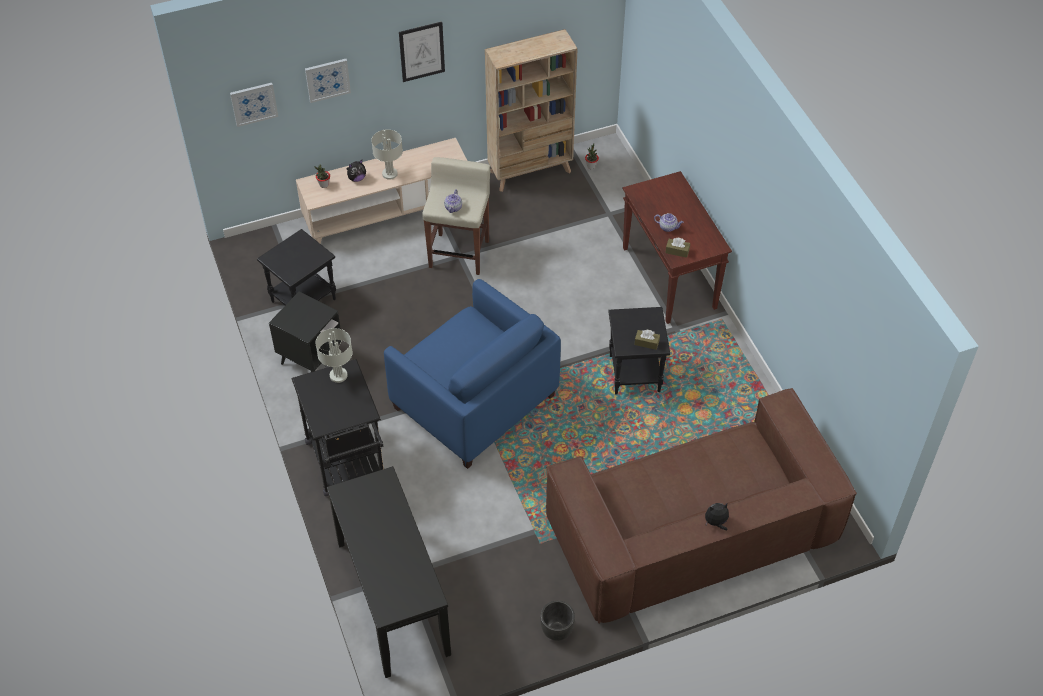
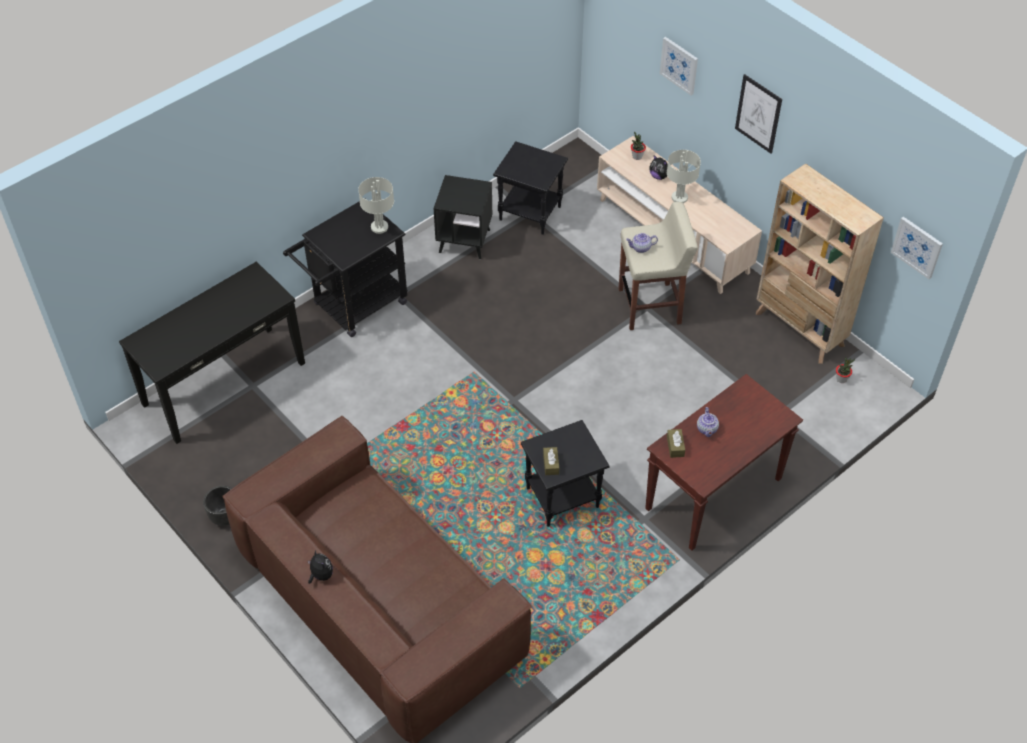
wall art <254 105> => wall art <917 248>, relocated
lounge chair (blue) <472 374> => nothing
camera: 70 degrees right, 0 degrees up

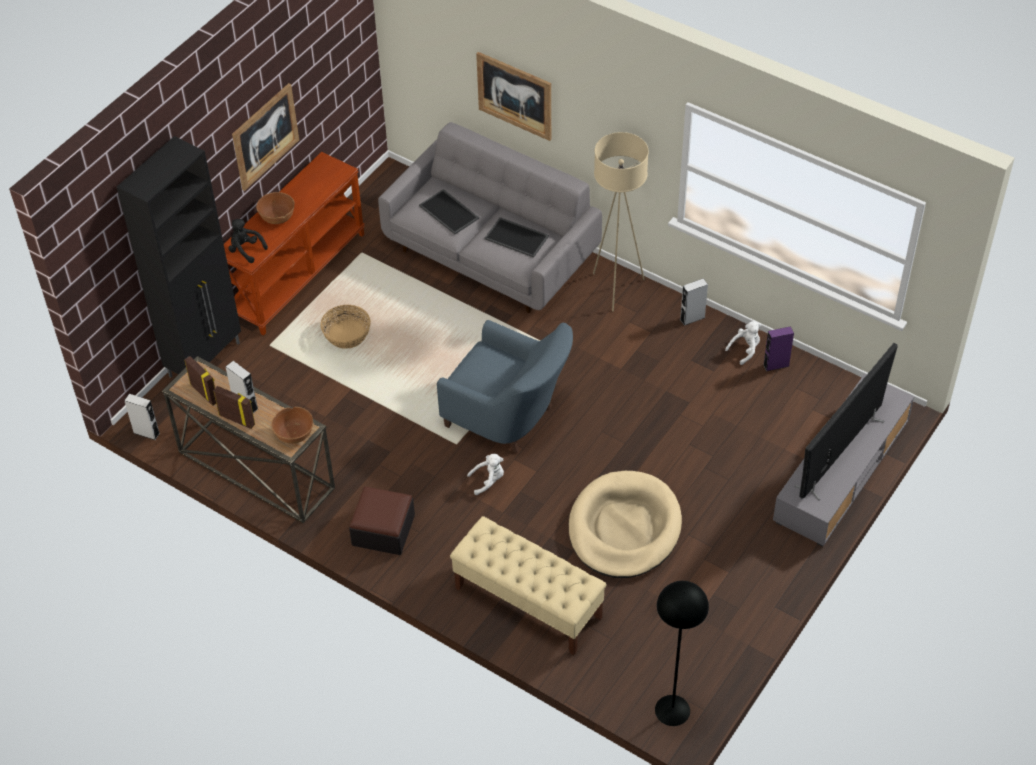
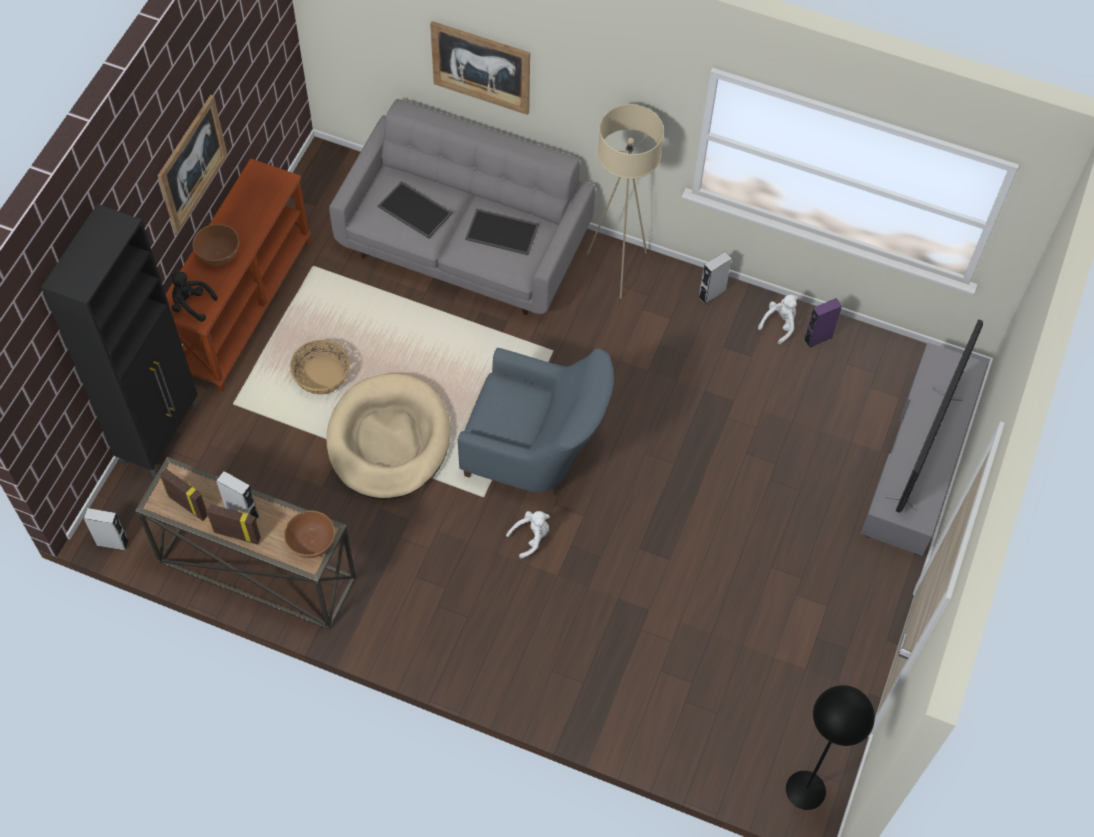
dog cushion (beige) <625 524> => dog cushion (beige) <388 436>, relocated
ottoman <382 520> => nothing
bench (beige) <528 585> => nothing
camera: 15 degrees left, 10 degrees up

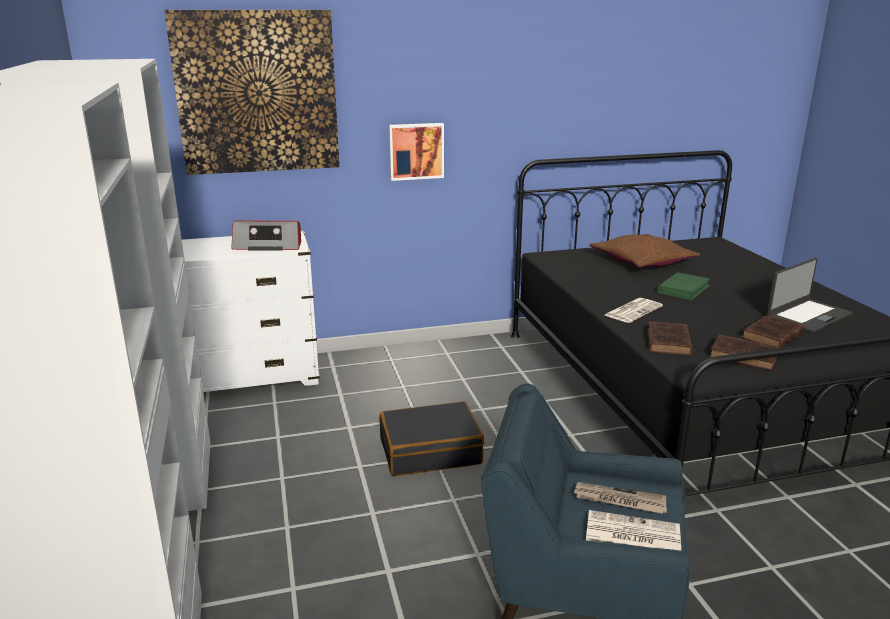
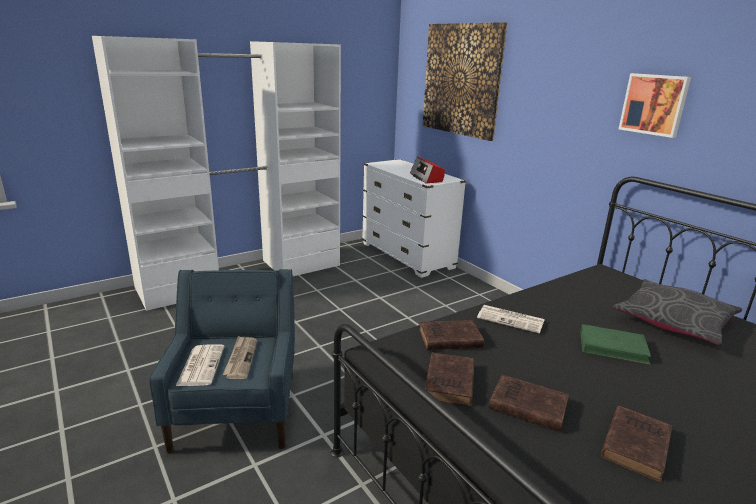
portable computer <810 295> => book (brown) <636 444>
throw pillow (brown) <644 251> => throw pillow (gray) <677 312>
wall art <416 152> => wall art <655 105>, relocated
travel case (blackish) <431 438> => nothing
camera: 70 degrees right, 0 degrees up

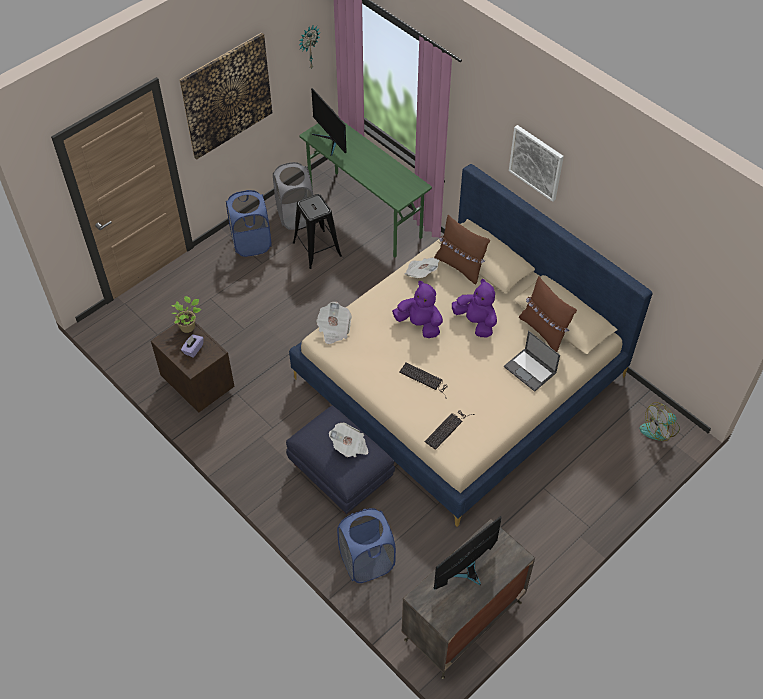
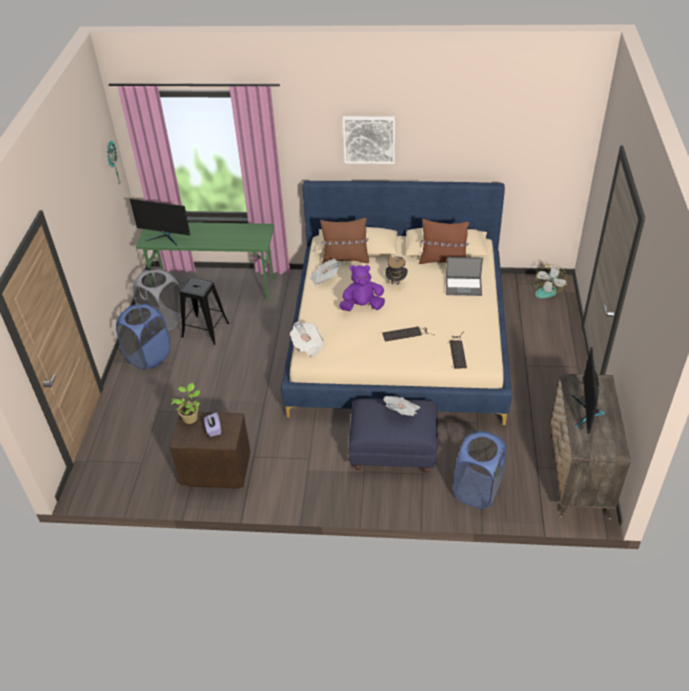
soft toy (purple) <474 308> => hat <396 270>
wall art <225 96> => nothing
camera: 40 degrees left, 10 degrees down

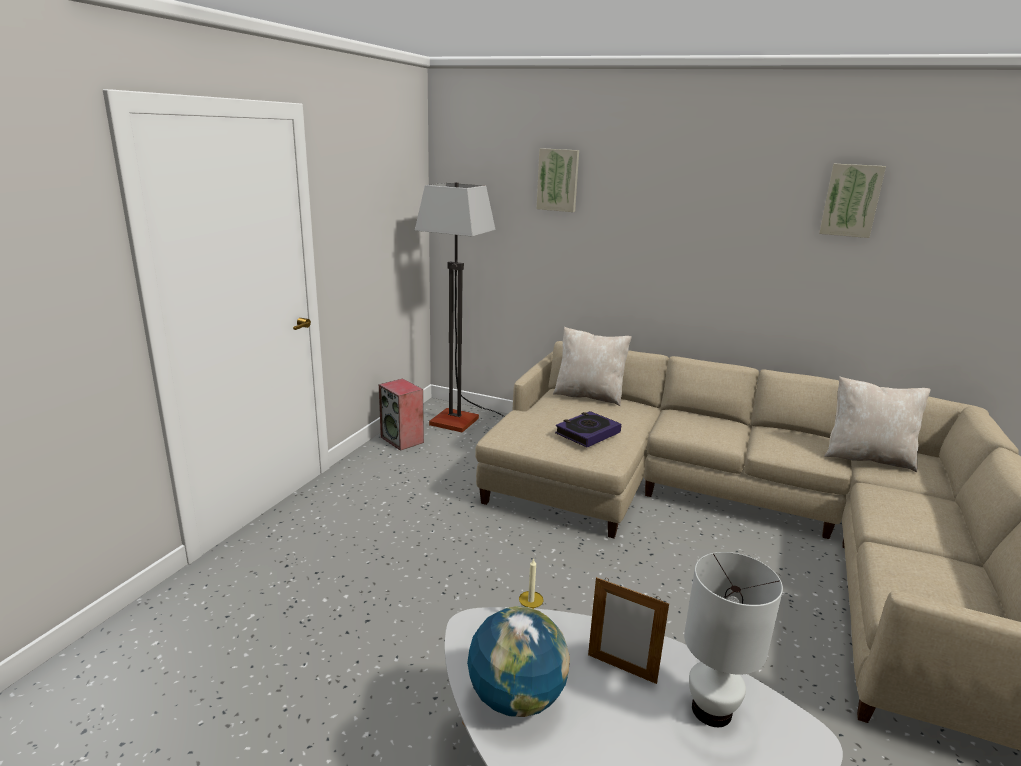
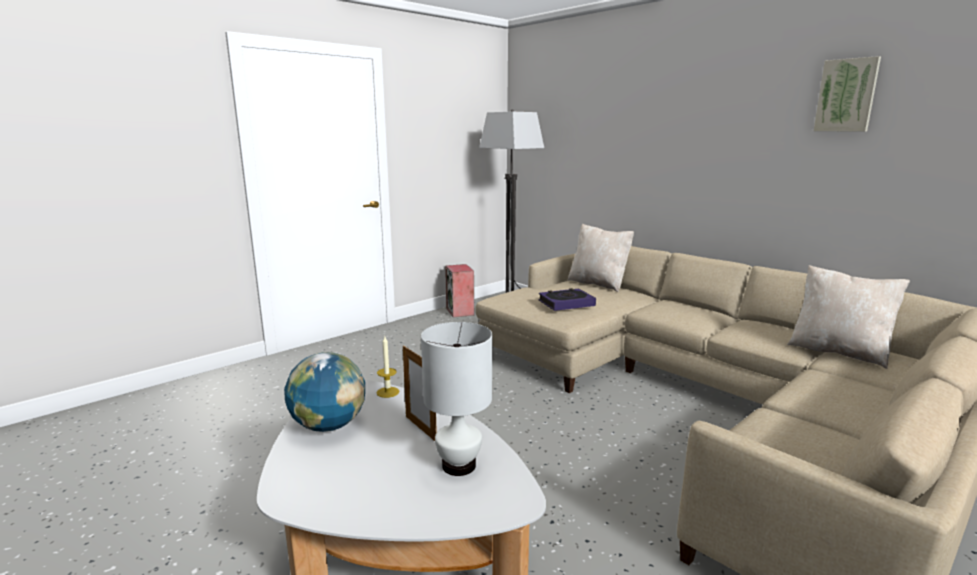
wall art <557 180> => nothing
camera: 25 degrees right, 5 degrees down

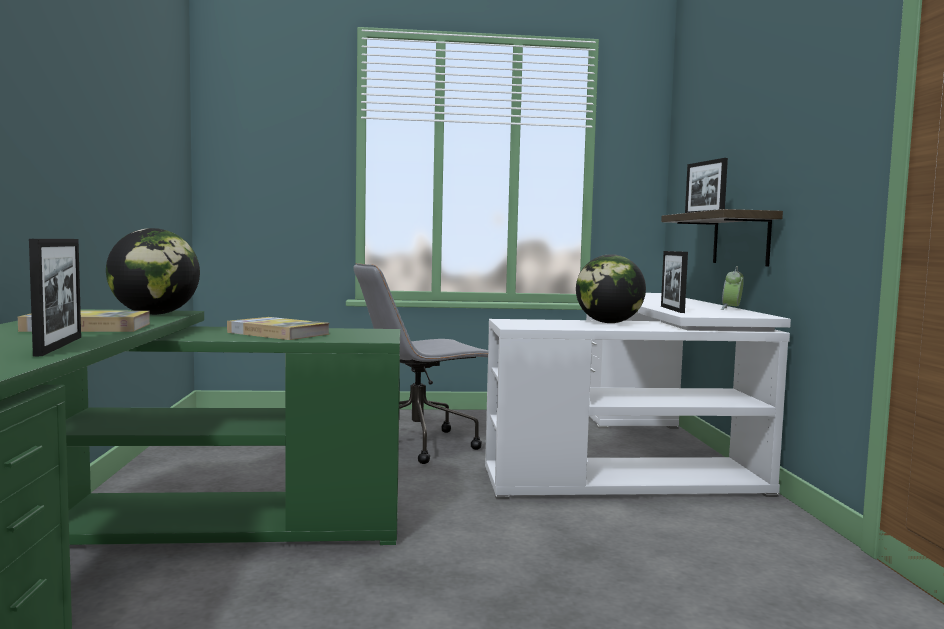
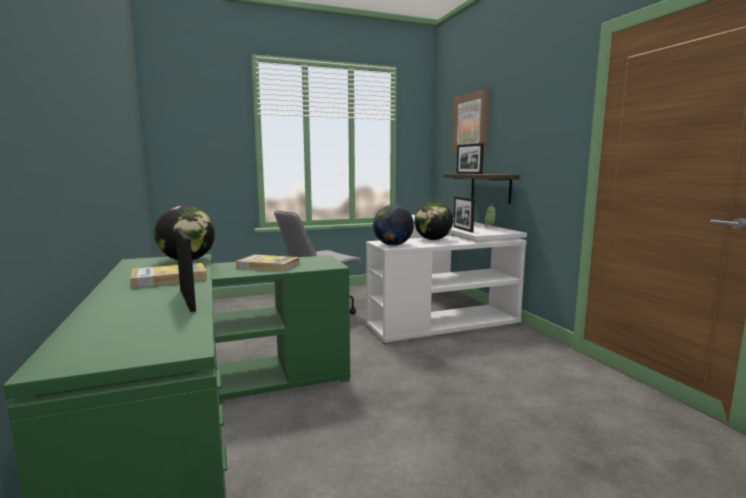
nothing => world globe <393 225>
nothing => wall art <471 121>
camera: 15 degrees left, 5 degrees up

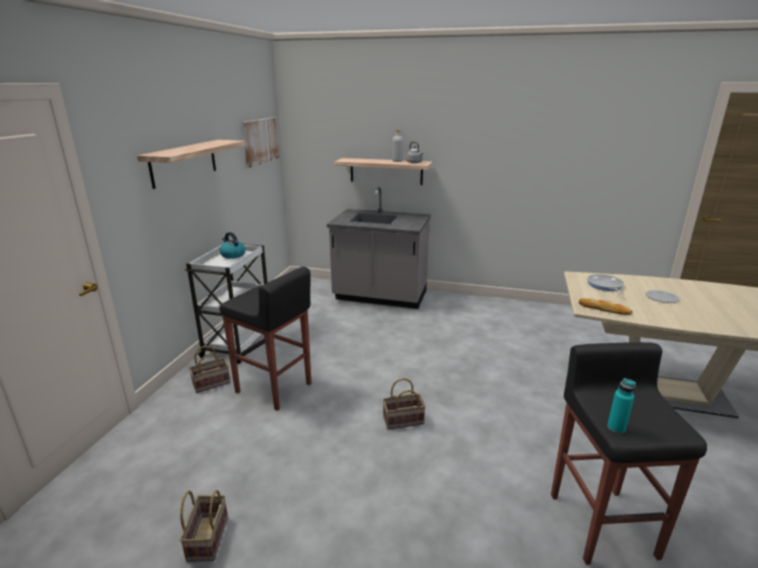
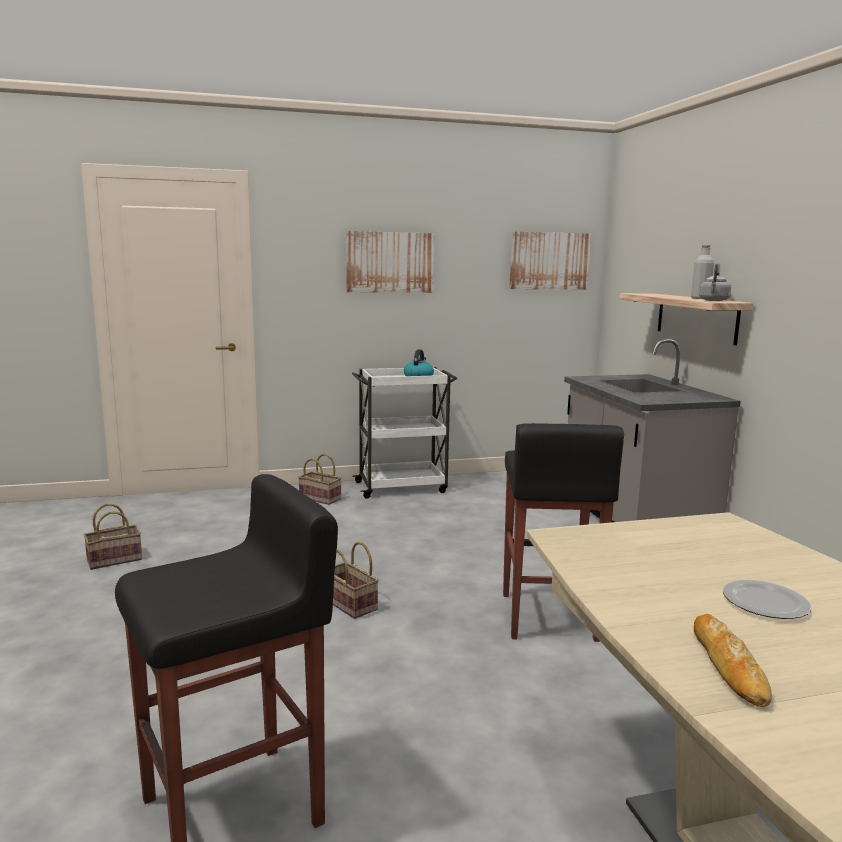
bracket shelf <191 164> => wall art <390 262>
sitting stool (blackish) <265 339> => sitting stool (blackish) <563 532>, relocated
bakery bread <606 306> => bakery bread <733 660>, relocated
pan <605 284> => nothing
bottle (turquoise) <621 406> => nothing
camera: 60 degrees right, 10 degrees down

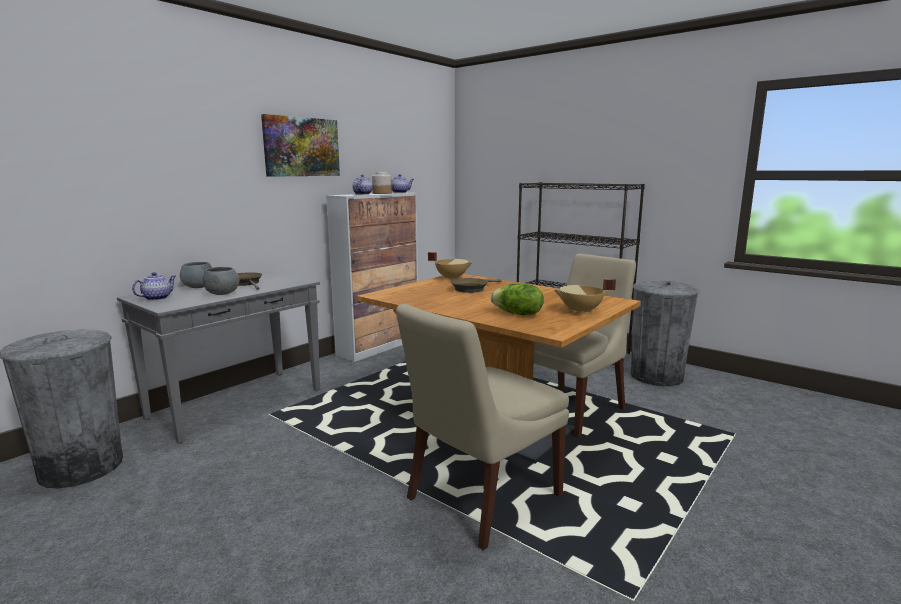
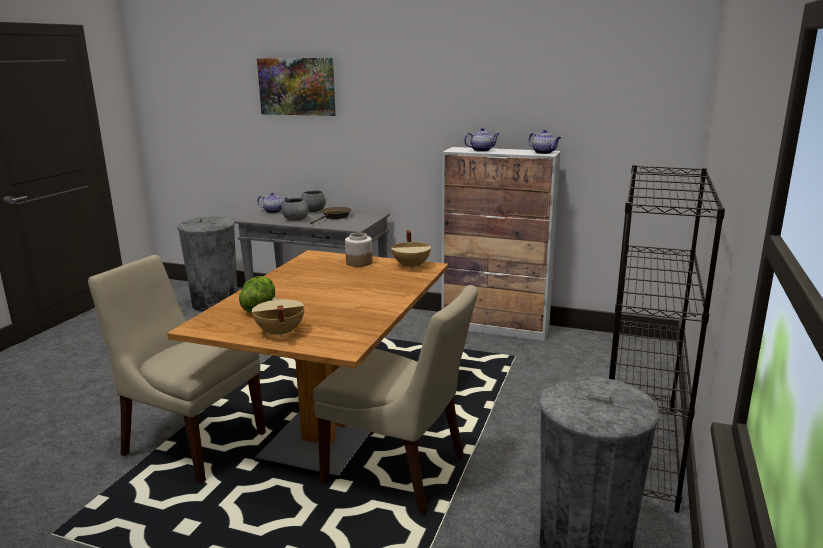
wall art <300 145> => wall art <296 87>, relocated
jar <382 183> => jar <359 250>, relocated
pan (brown) <476 285> => nothing
camera: 70 degrees right, 5 degrees up

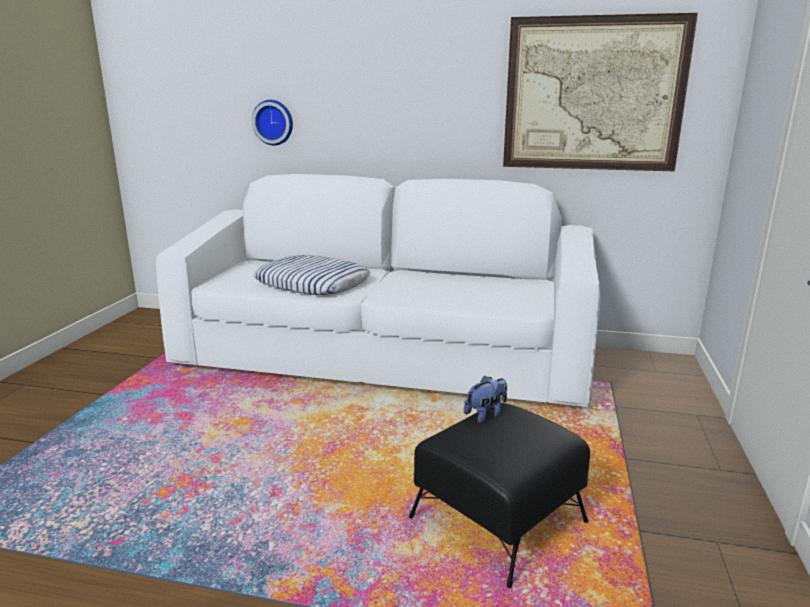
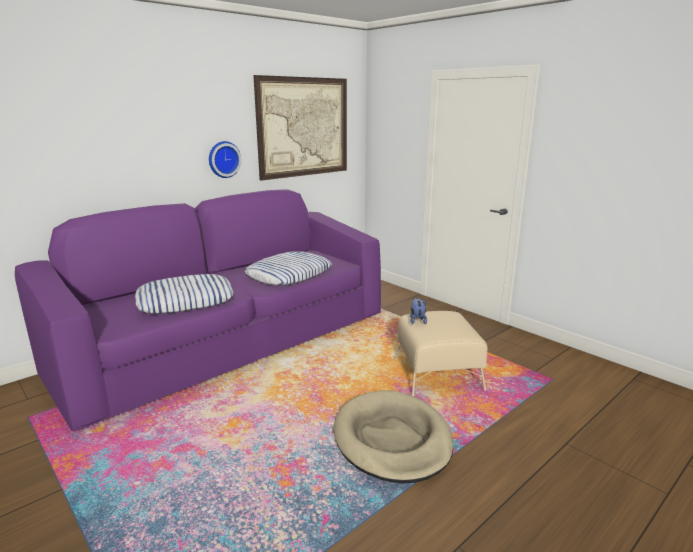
sofa (white) <378 290> => sofa (purple) <198 310>
clock on the wall <272 122> => clock on the wall <225 159>, relocated
nothing => throw pillow <288 268>
nothing => dog cushion (beige) <394 436>
ottoman (blackish) <499 495> => ottoman (beige) <440 354>
camera: 55 degrees left, 0 degrees up

